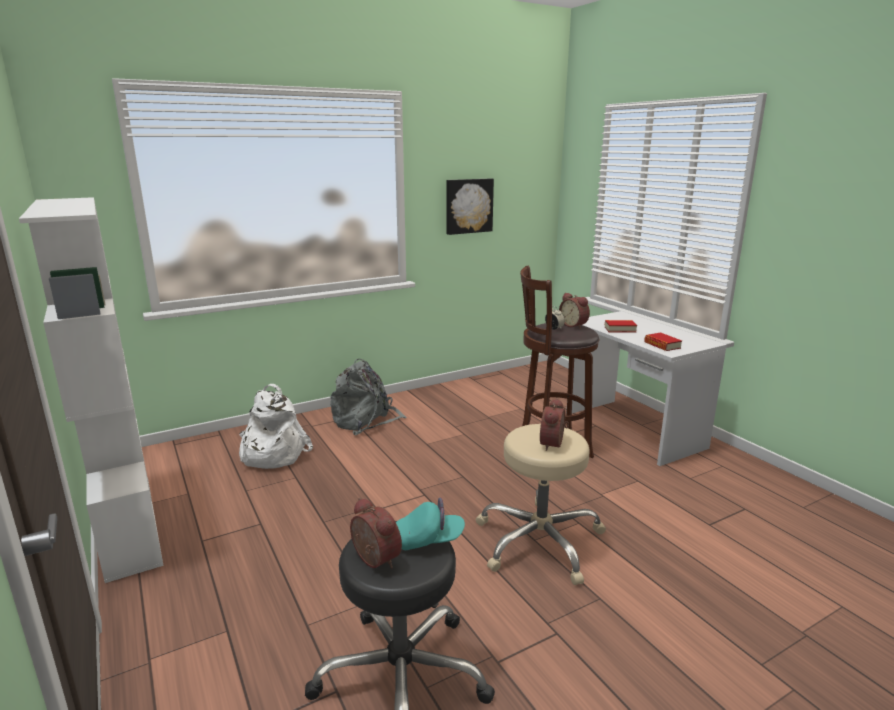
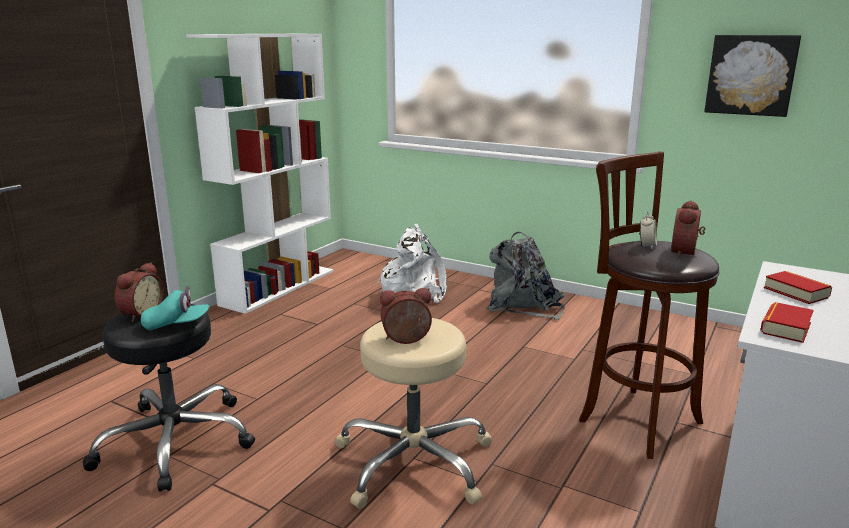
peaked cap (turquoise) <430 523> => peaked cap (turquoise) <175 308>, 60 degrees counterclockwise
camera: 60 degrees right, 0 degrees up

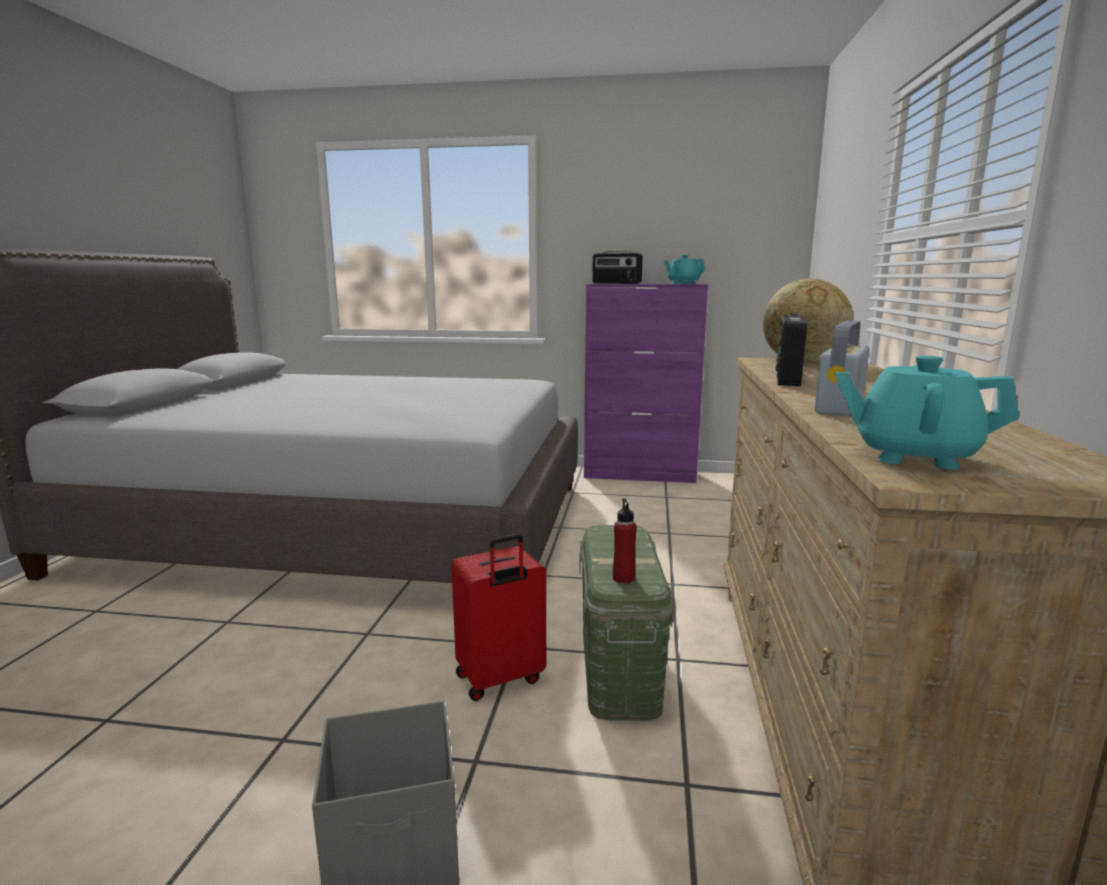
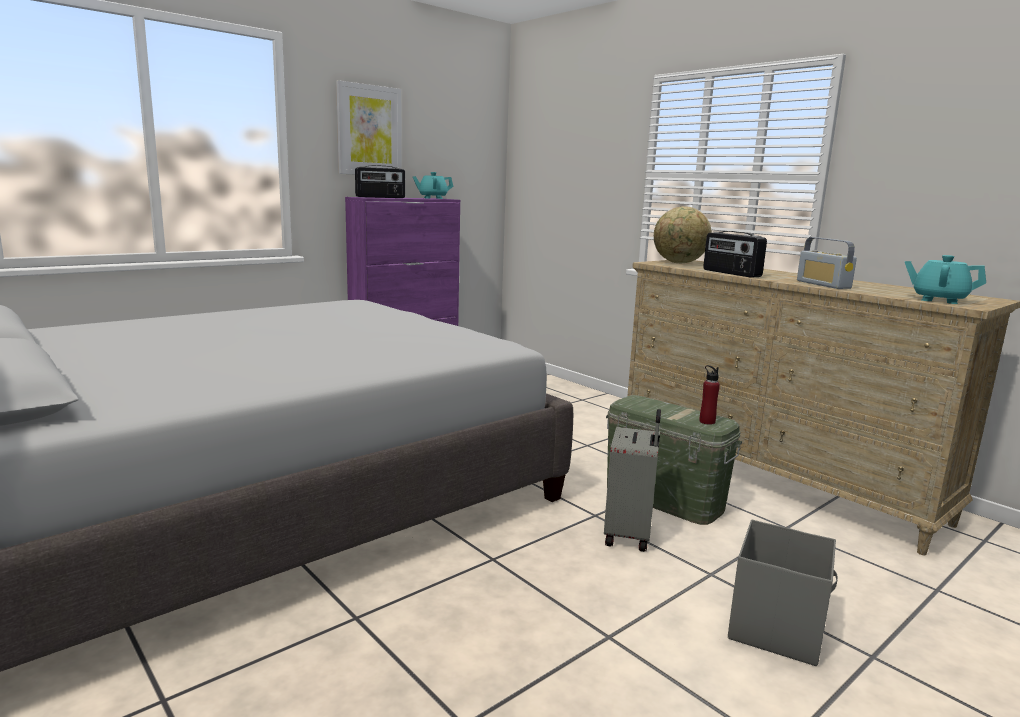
nothing => wall art <369 127>
travel case (red-coloured) <498 617> => travel case (gray) <632 480>
teapot (turquoise) <927 413> => teapot (turquoise) <945 279>, 60 degrees clockwise
camera: 50 degrees left, 0 degrees up

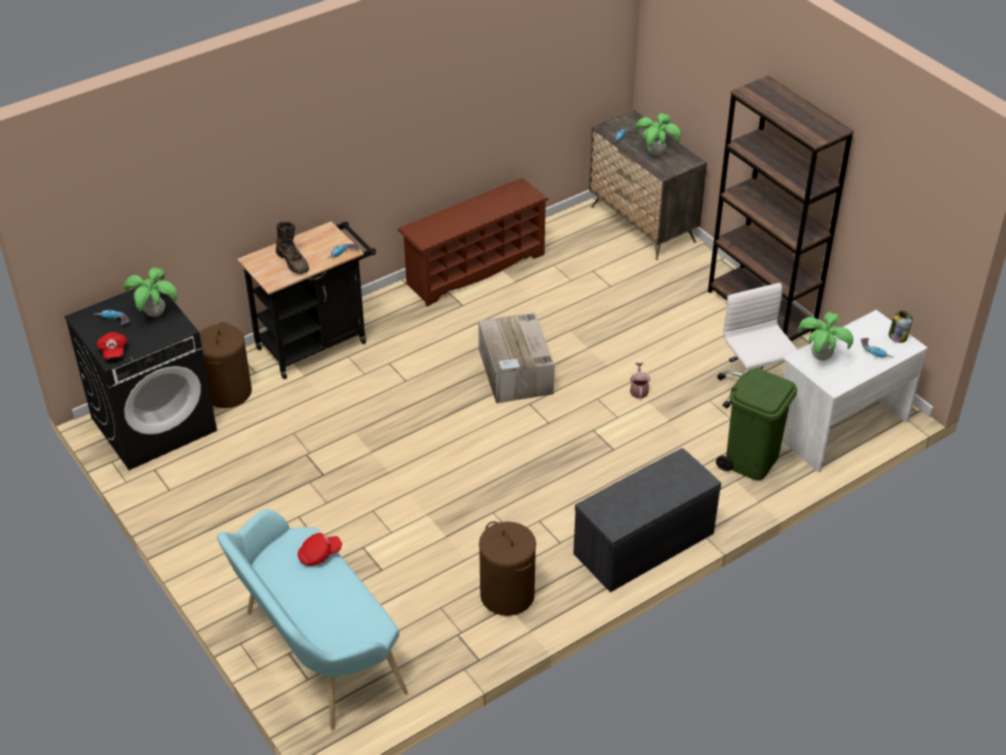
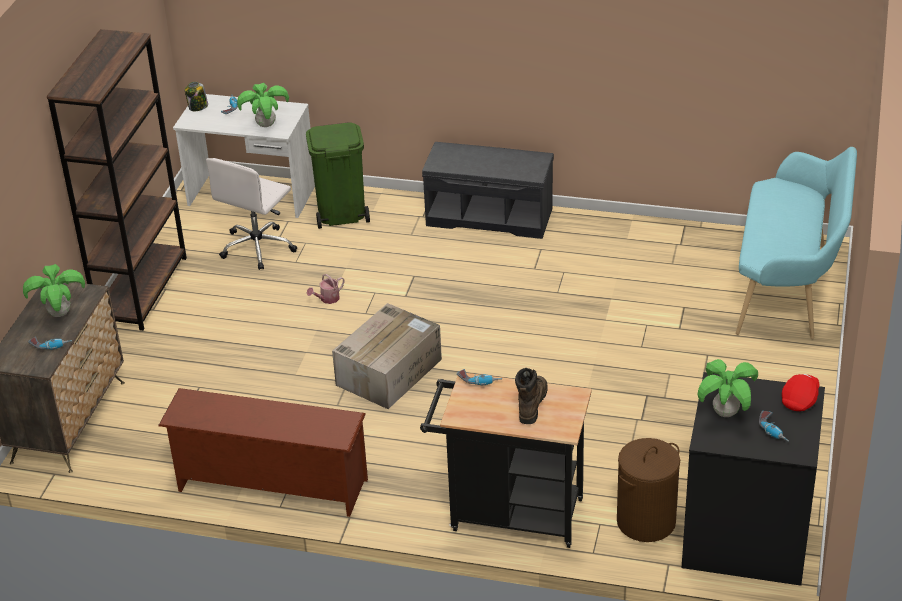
peaked cap (red-coloured) <320 549> => nothing
laundry basket (brown) <507 568> => nothing
camera: 130 degrees left, 5 degrees down

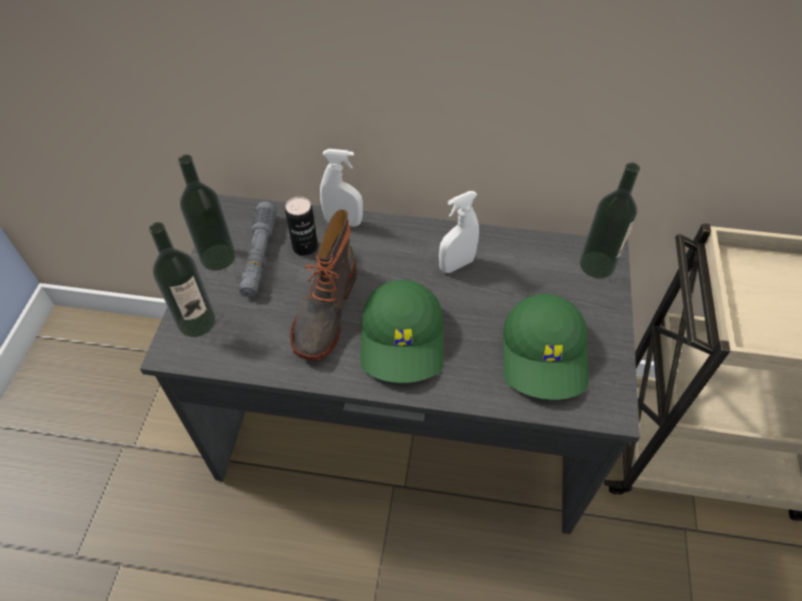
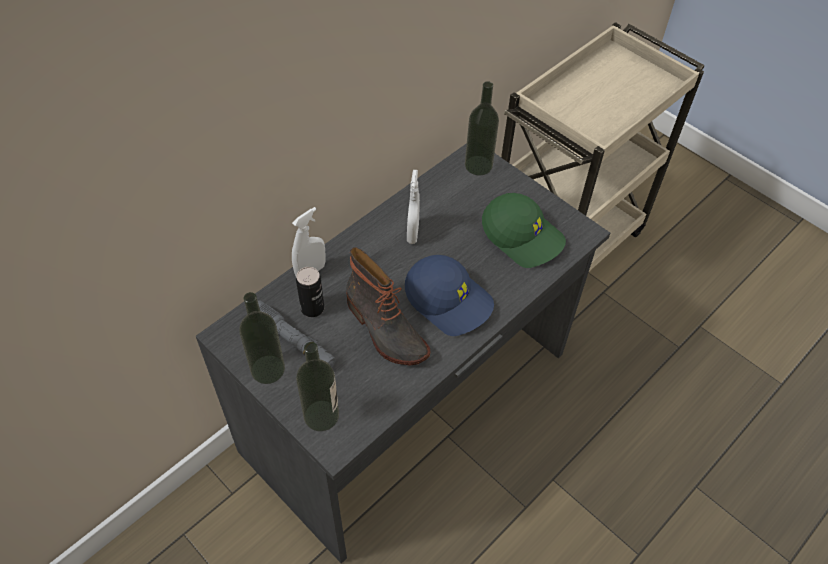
peaked cap (greenish) <402 331> => peaked cap (blue) <449 295>
camera: 55 degrees left, 0 degrees up

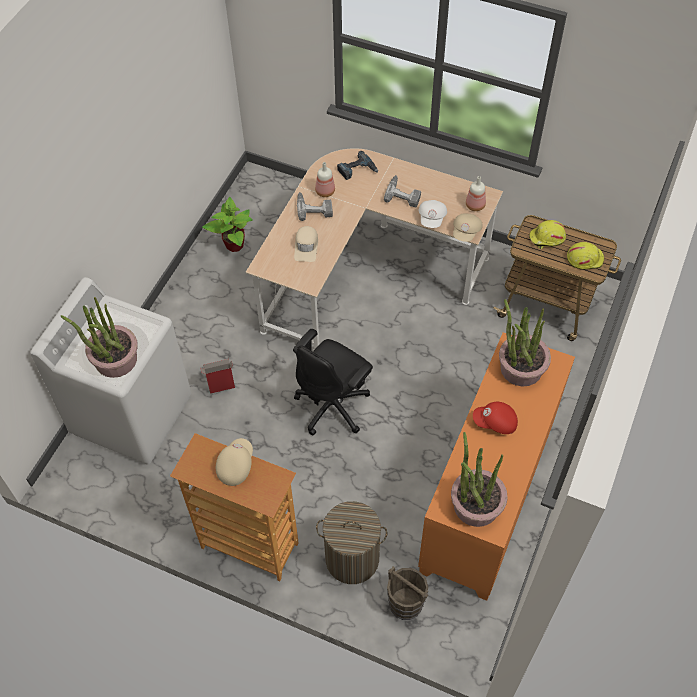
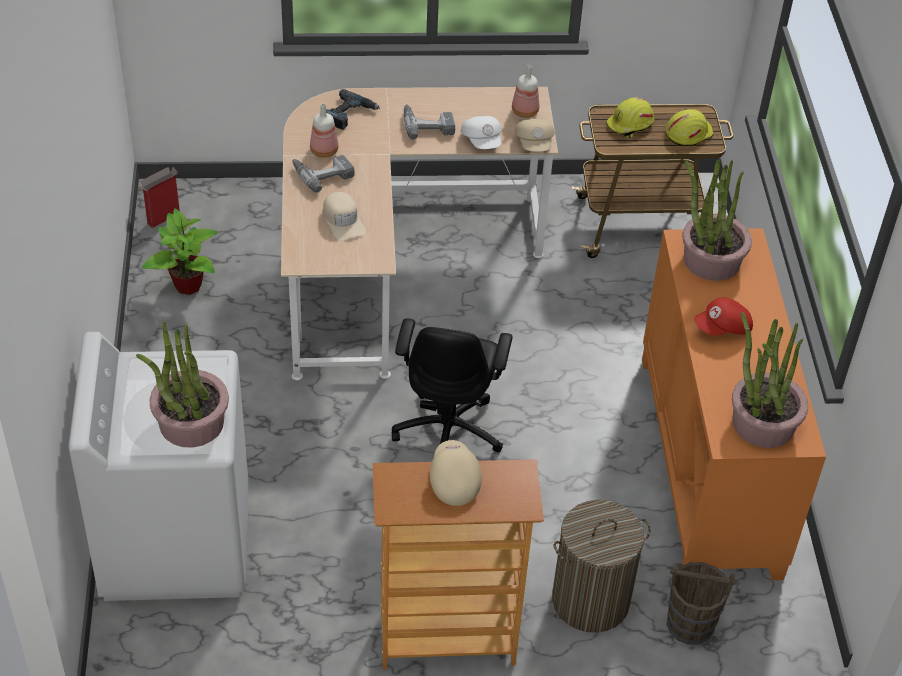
packing box <217 376> => packing box <159 197>, relocated
camera: 30 degrees left, 10 degrees down

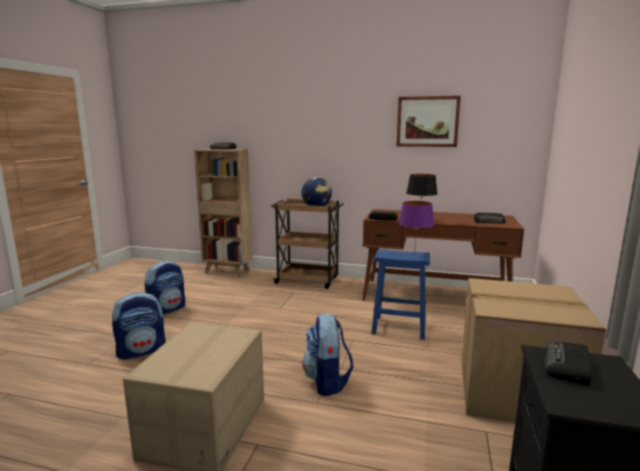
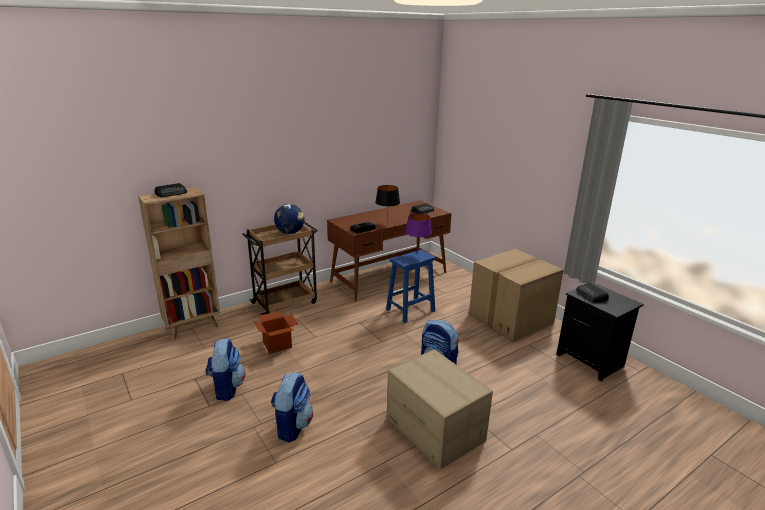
nothing => packing box <276 332>
wall art <428 121> => nothing
camera: 50 degrees left, 10 degrees up

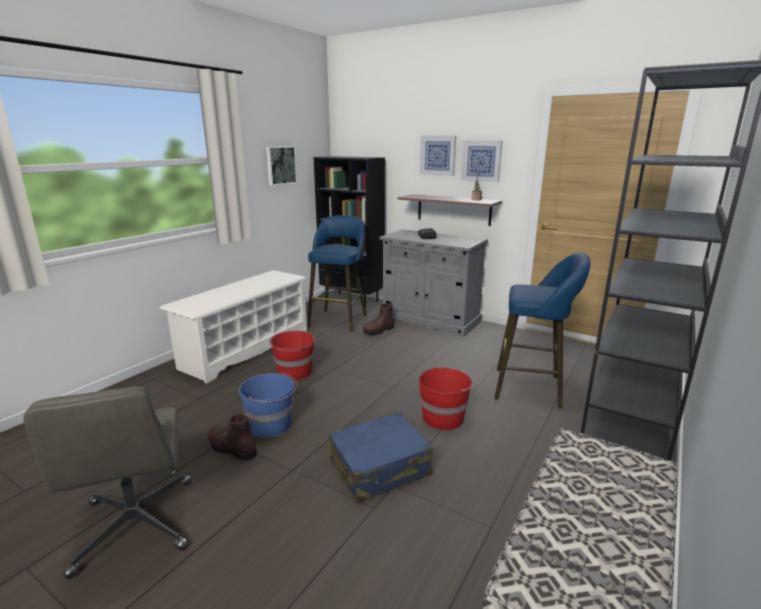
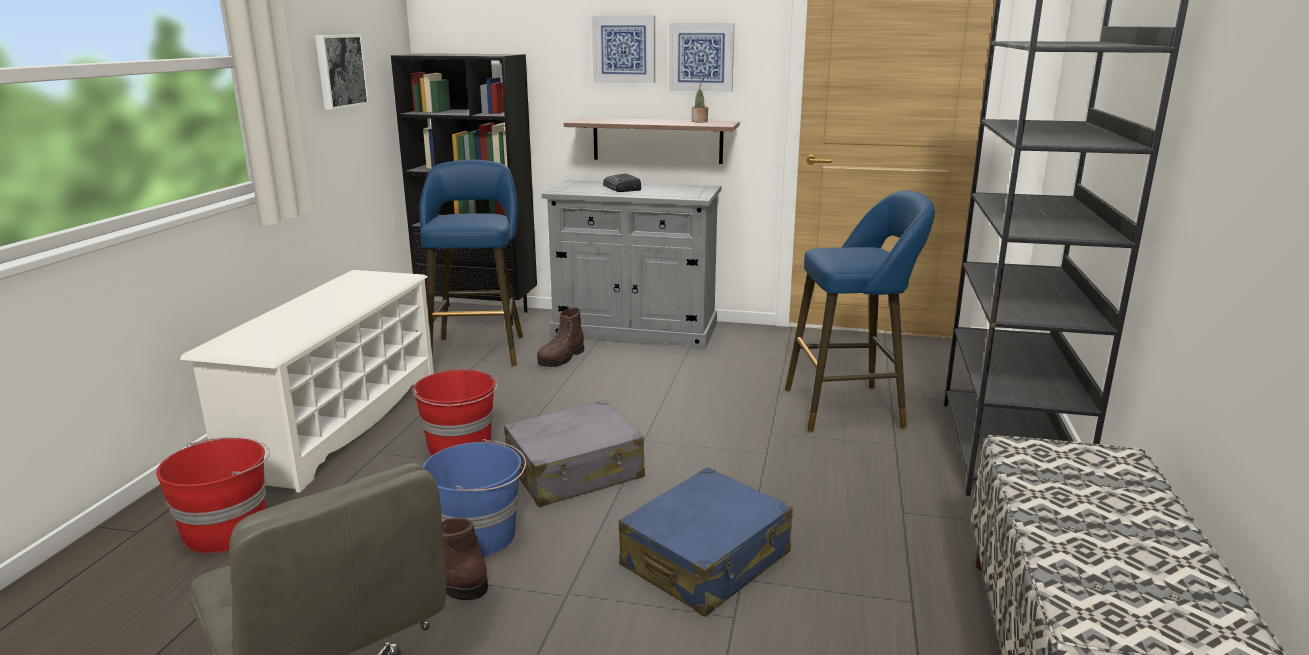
bucket (red-coloured) <447 398> => bucket (red-coloured) <213 495>, relocated
nothing => travel case (gray) <574 453>
camera: 20 degrees left, 0 degrees up

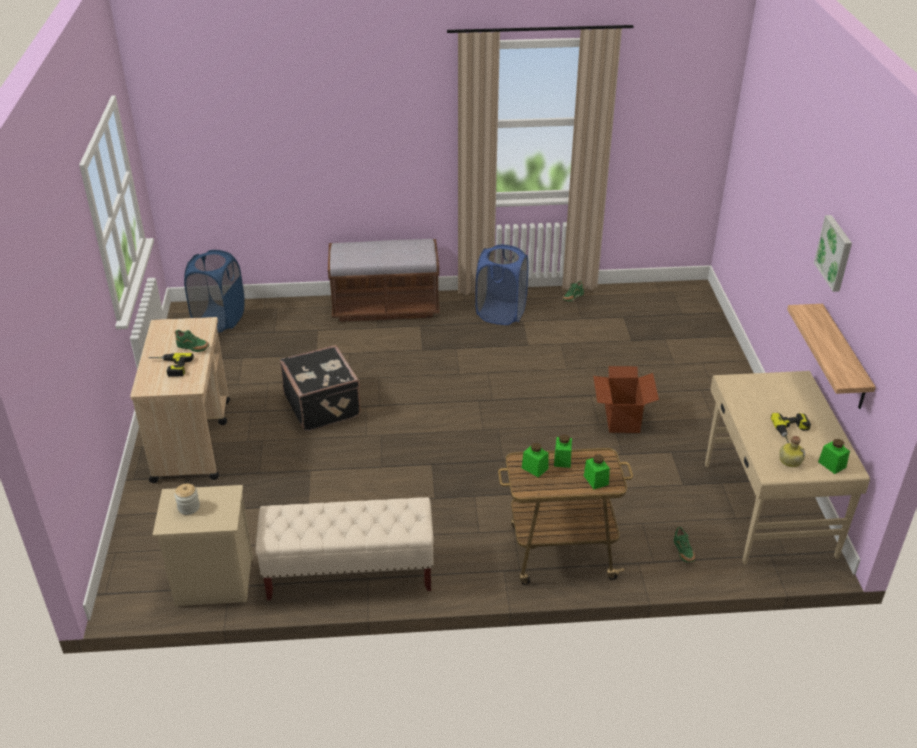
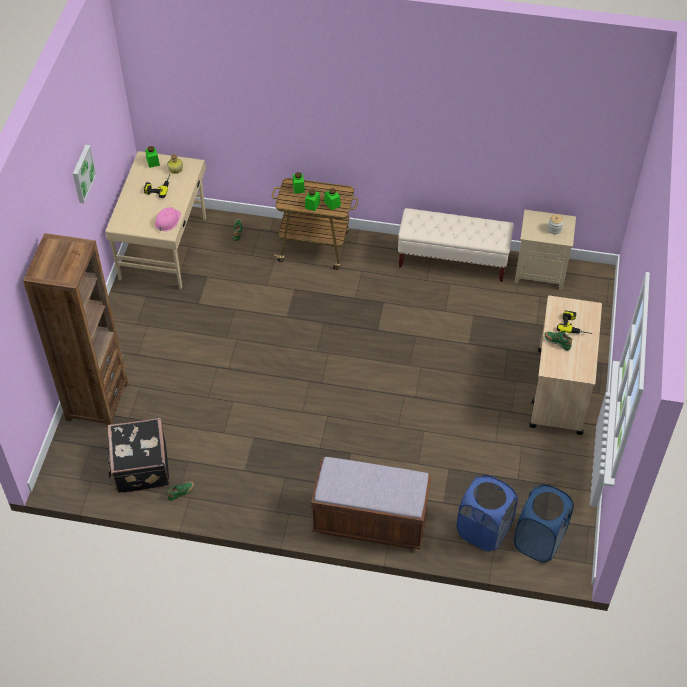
nothing => shelving unit (brown) <75 329>
travel case (blackish) <320 388> => travel case (blackish) <138 455>, relocated
nothing => safety helmet (pinkish) <168 219>
laundry basket (blue) <501 284> => laundry basket (blue) <487 513>, relocated
packing box <626 399> => nothing
bracket shelf <831 356> => nothing
camera: 165 degrees left, 15 degrees up

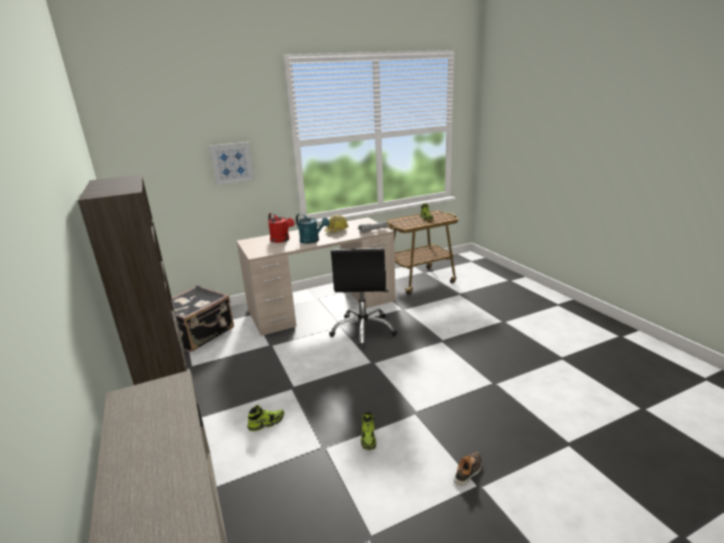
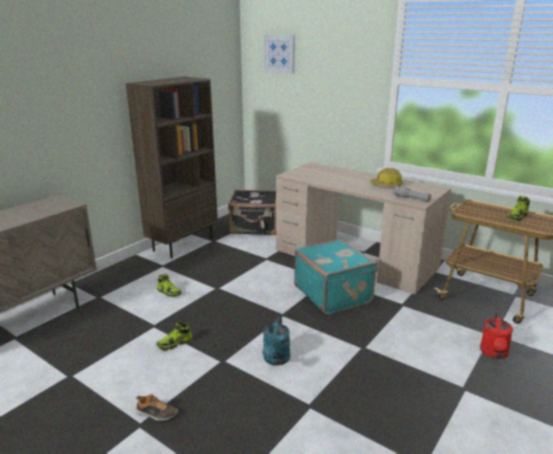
sprinkling can (turquoise) <313 228> => sprinkling can (turquoise) <276 341>, relocated
wall art <232 163> => wall art <279 54>, relocated
desk chair (blackish) <363 298> => travel case (turquoise) <336 277>
sprinkling can (red-coloured) <281 228> => sprinkling can (red-coloured) <496 335>, relocated
camera: 60 degrees right, 0 degrees up

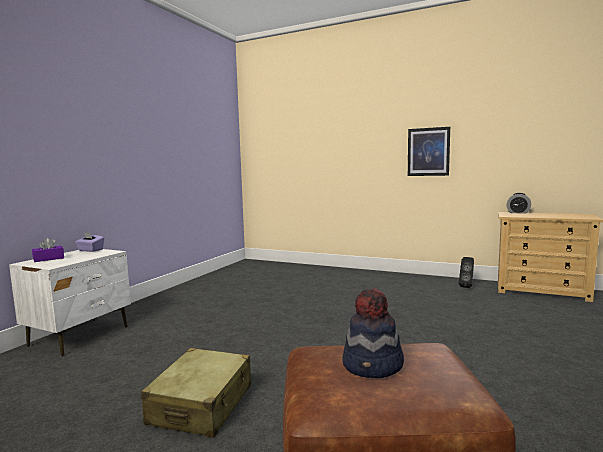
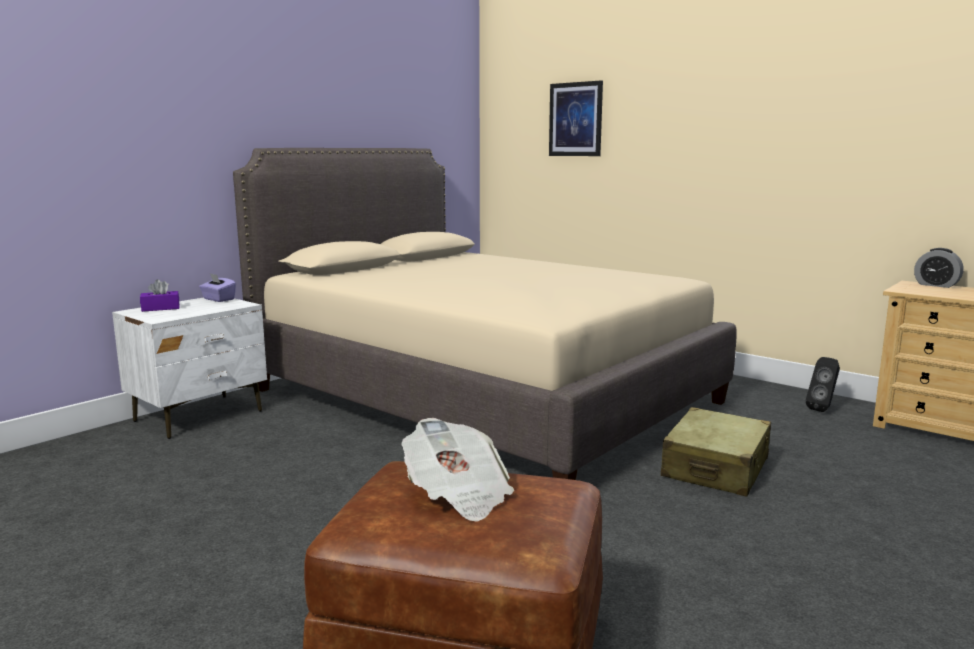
nothing => sleeping bed (beige) <485 314>
hat <373 333> => printed paper <457 470>
wall art <429 151> => wall art <576 118>, relocated
travel case (beige) <196 393> => travel case (beige) <716 452>, relocated
camera: 15 degrees right, 5 degrees up

